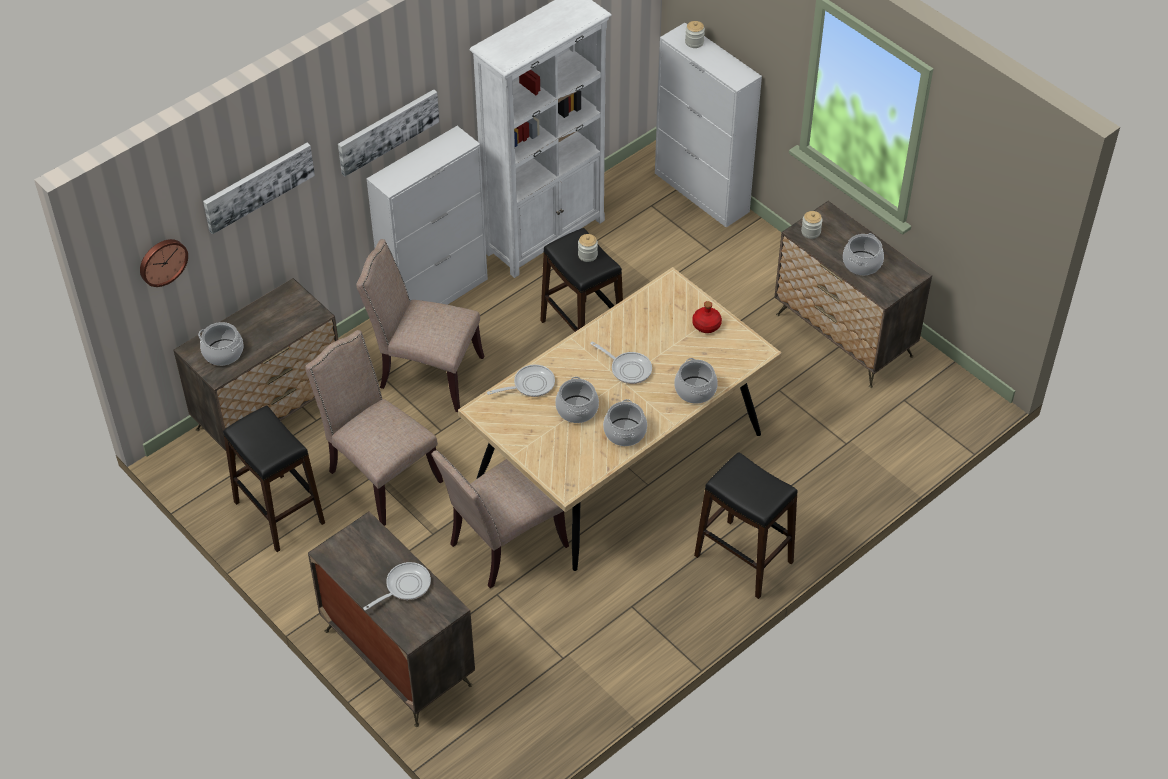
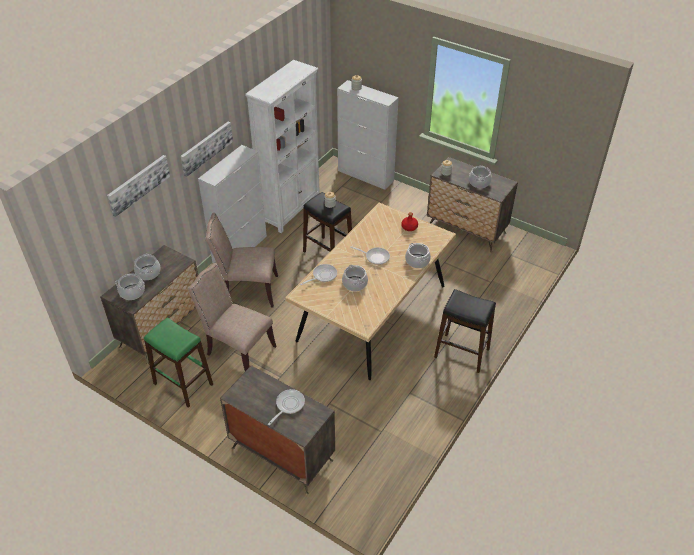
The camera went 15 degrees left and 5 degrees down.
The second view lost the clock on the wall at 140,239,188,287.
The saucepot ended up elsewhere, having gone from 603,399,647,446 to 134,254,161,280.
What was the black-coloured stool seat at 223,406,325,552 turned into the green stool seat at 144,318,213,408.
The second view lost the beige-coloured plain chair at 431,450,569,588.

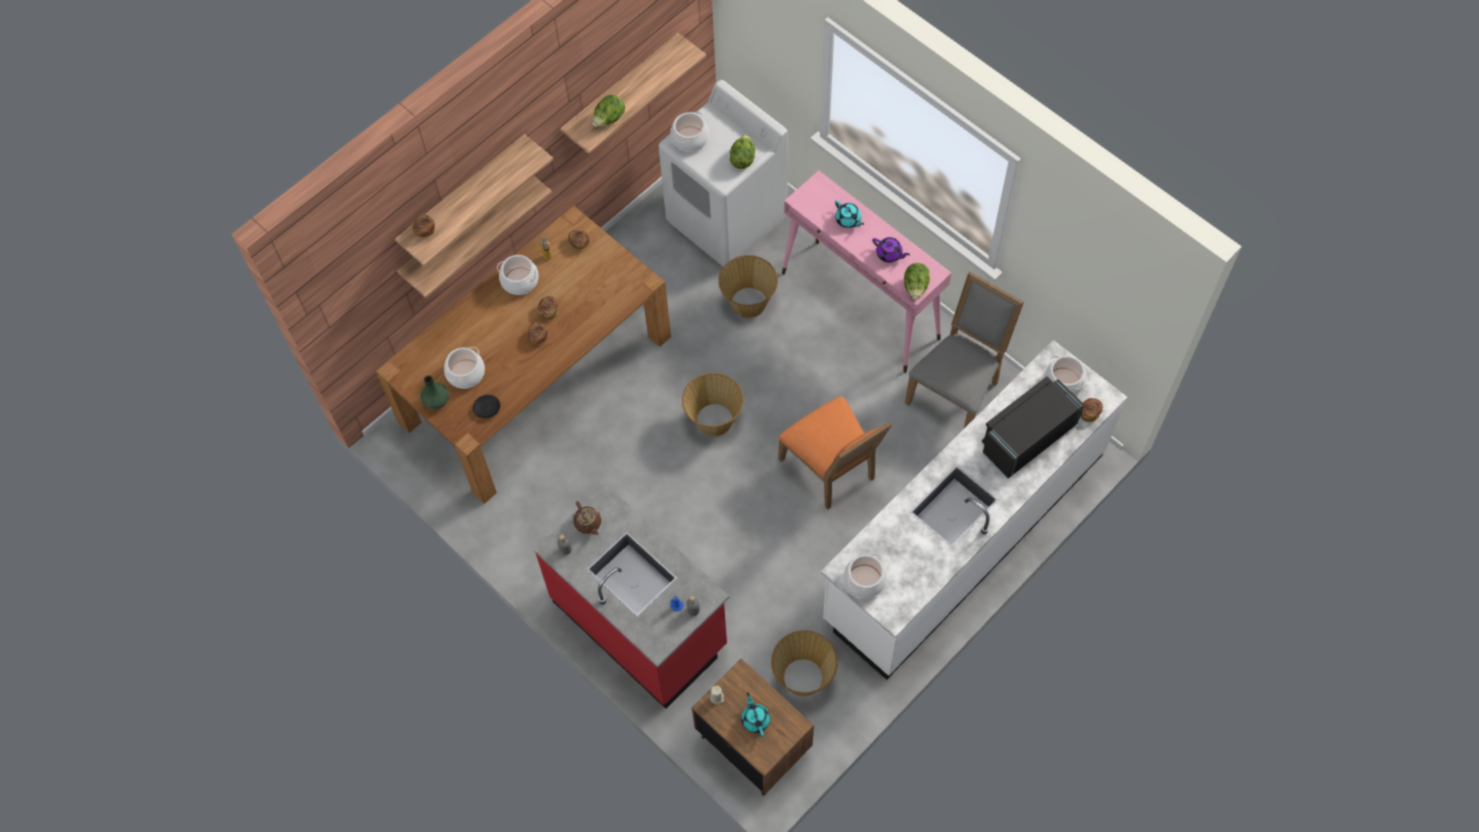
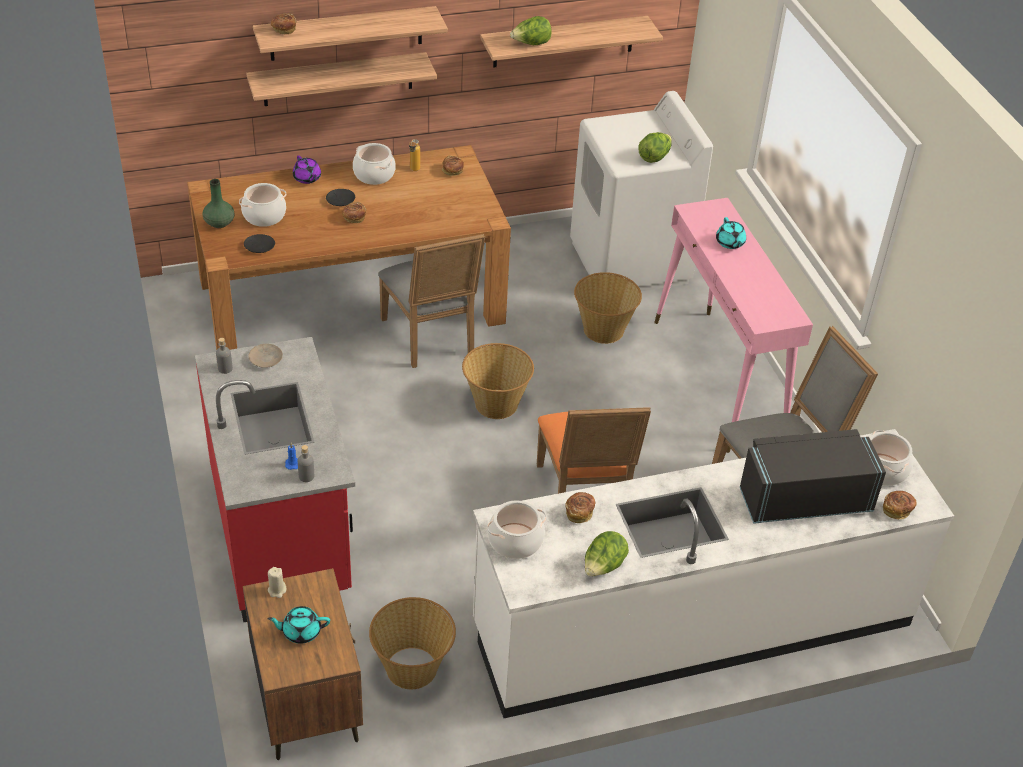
The camera went 25 degrees right and 20 degrees down.
The second view lost the saucepot at 671,112,709,152.
The purple teapot ended up elsewhere, having gone from 872,237,910,263 to 293,155,321,184.
The lettuce ended up elsewhere, having gone from 904,263,930,300 to 585,531,629,577.
The bakery bread ended up elsewhere, having gone from 538,296,559,320 to 565,492,595,523.
Where the brownish teapot stood at 573,501,601,535, the beige-coloured plate came to stand at 248,344,283,368.
The blue-green teapot at 741,692,770,737 ended up facing another way, 105 degrees counterclockwise from before.
The second view gained the black-coloured plate at 326,189,355,206.
The second view gained the gray plain chair at 378,234,485,368.

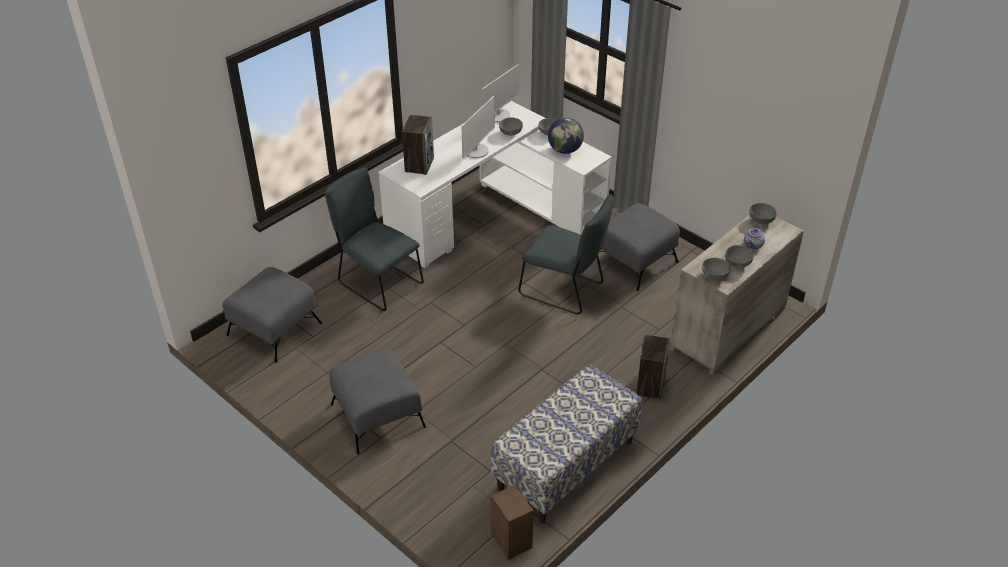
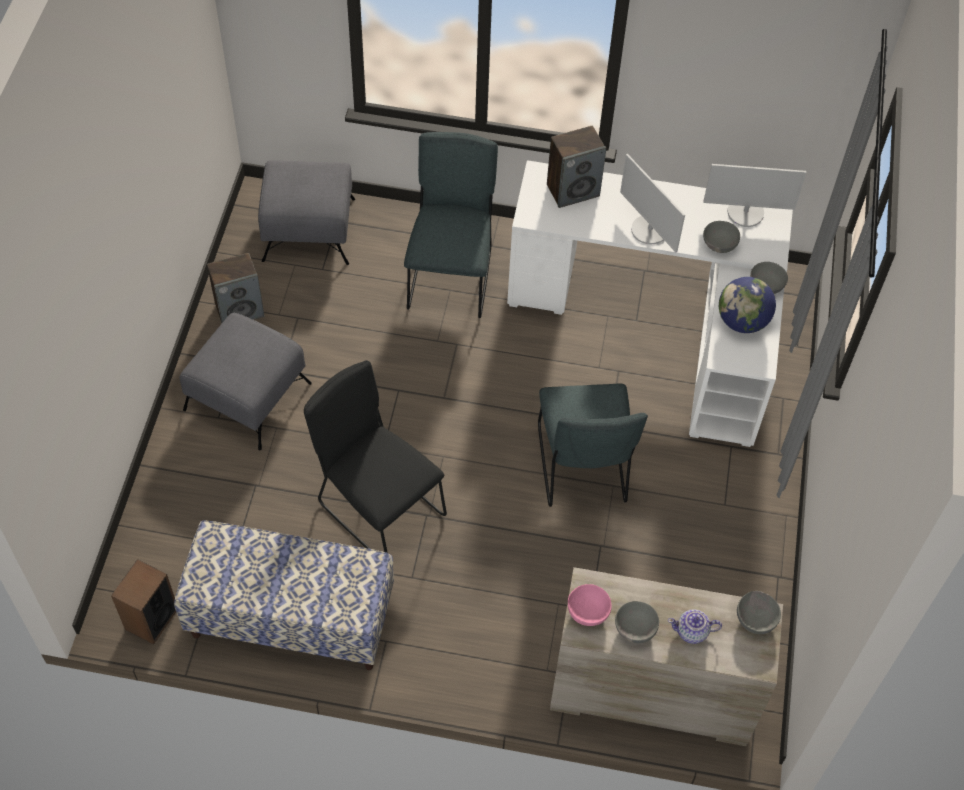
The camera went 55 degrees right and 15 degrees up.
The computer display at 461,96,495,158 ended up facing another way, 60 degrees clockwise from before.
The second view lost the gray footrest at 600,203,680,291.
What was the gray bowl at 702,258,731,280 turned into the pinkish bowl at 568,584,612,626.
The audio speaker ended up elsewhere, having gone from 636,335,670,400 to 207,253,264,323.
The second view gained the black-coloured plain chair at 304,360,447,553.

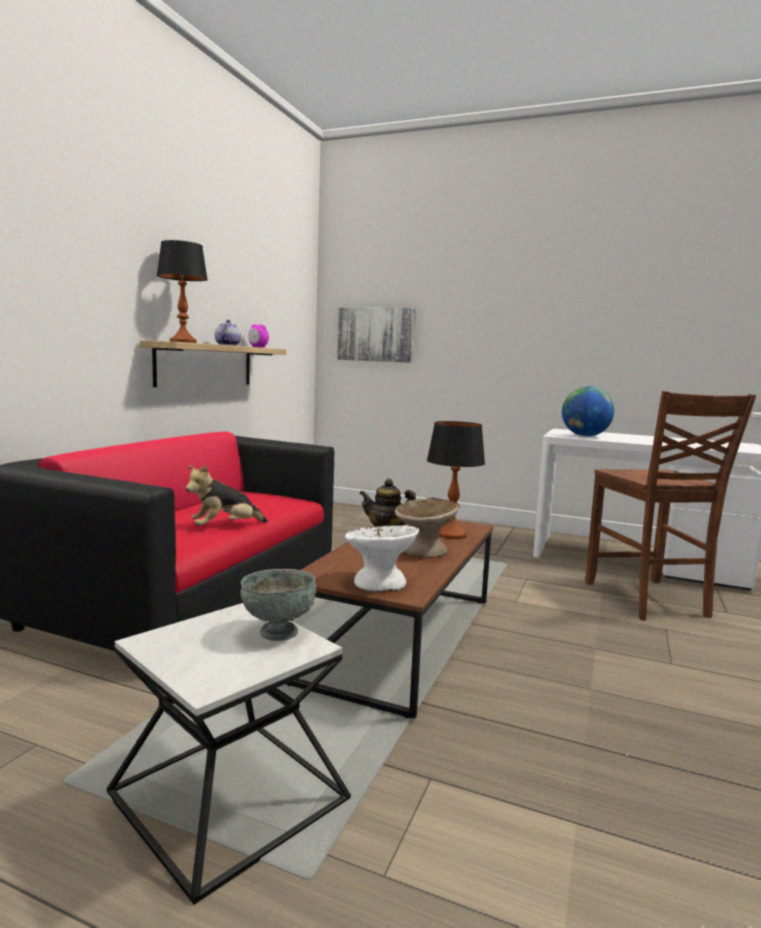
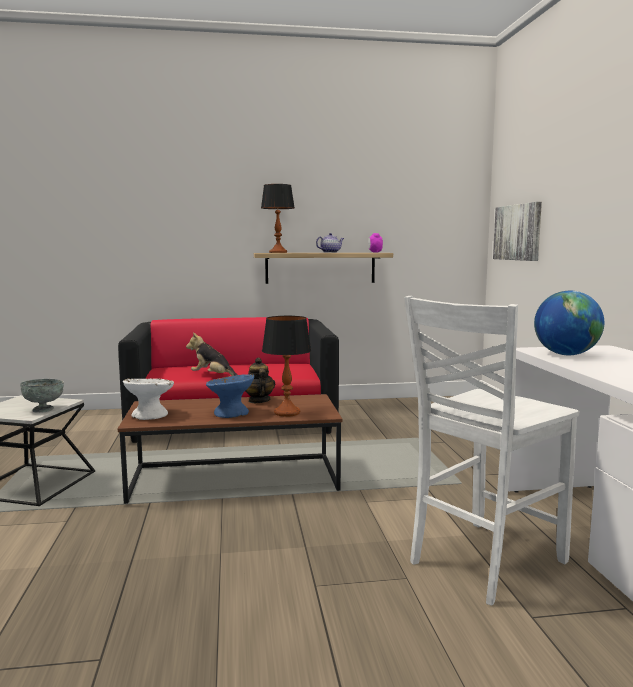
The camera went 60 degrees right and 0 degrees up.
What was the brownish plain chair at 585,391,756,621 turned into the whitish plain chair at 404,296,579,606.
What was the beige-coloured bowl at 395,497,458,558 turned into the bluish bowl at 206,374,254,418.

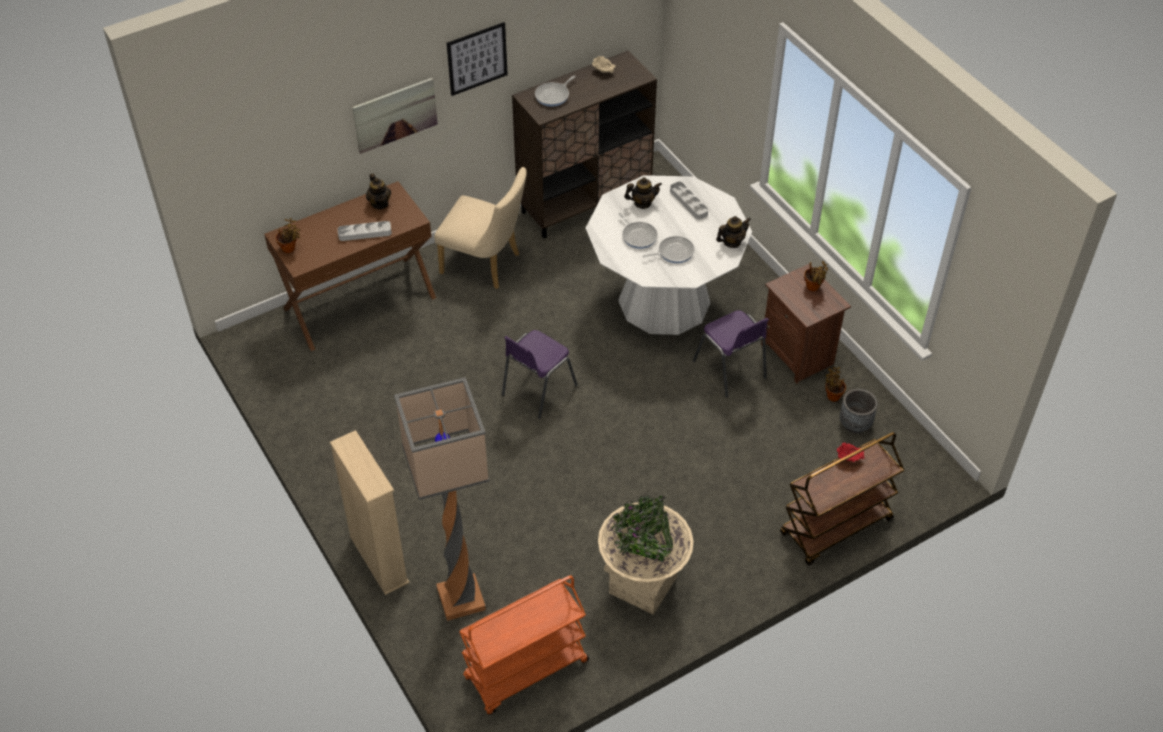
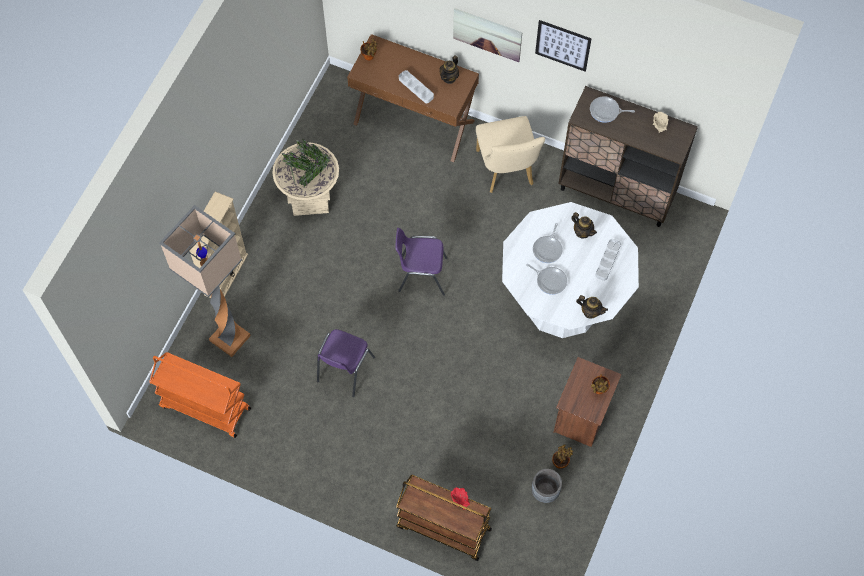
The camera went 55 degrees right and 15 degrees up.
The purple plain chair ended up elsewhere, having gone from 693,310,769,398 to 317,329,375,397.
The beige-coloured plant pot ended up elsewhere, having gone from 598,496,693,615 to 272,139,339,216.

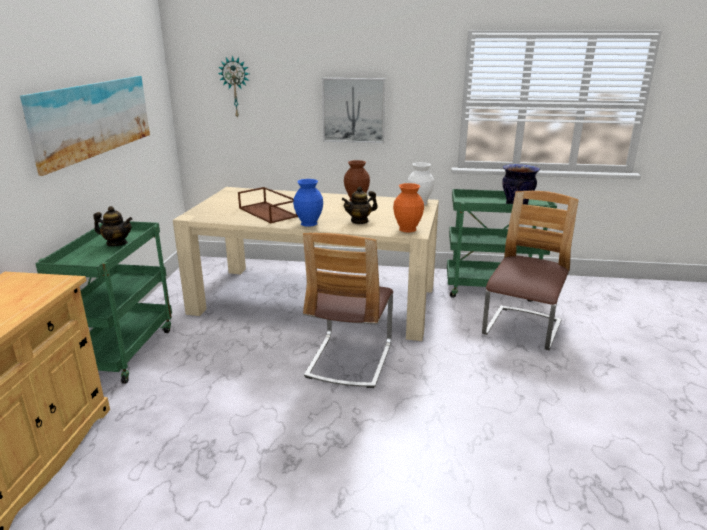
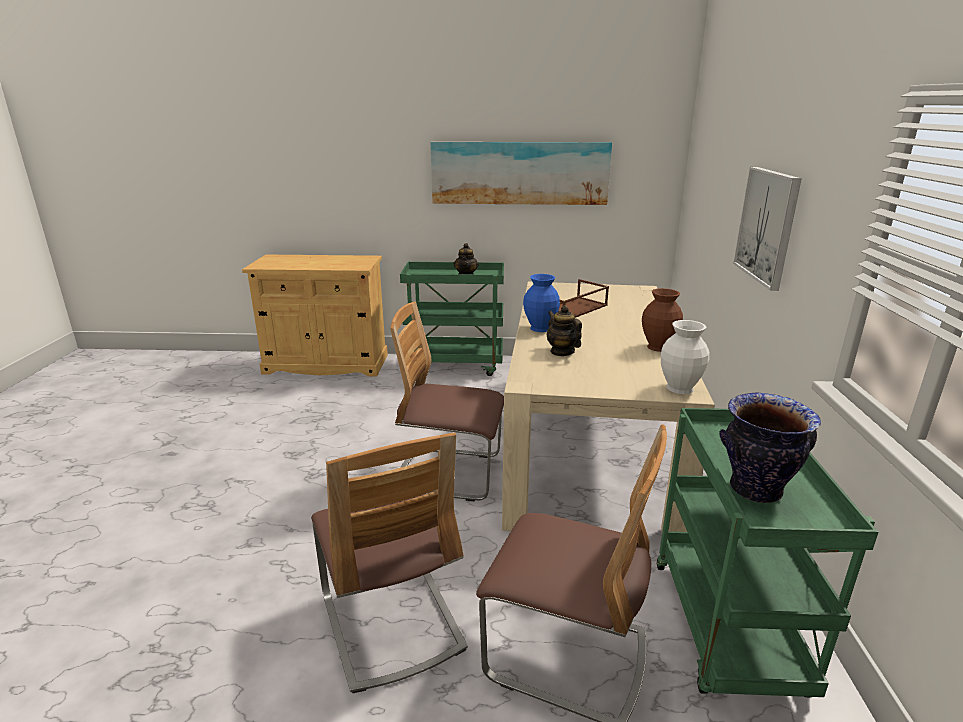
The camera went 85 degrees right and 0 degrees up.
The second view lost the clock on the wall at 218,56,249,119.
The second view lost the orangey vase at 393,183,424,232.
The second view gained the plain chair at 311,433,468,693.

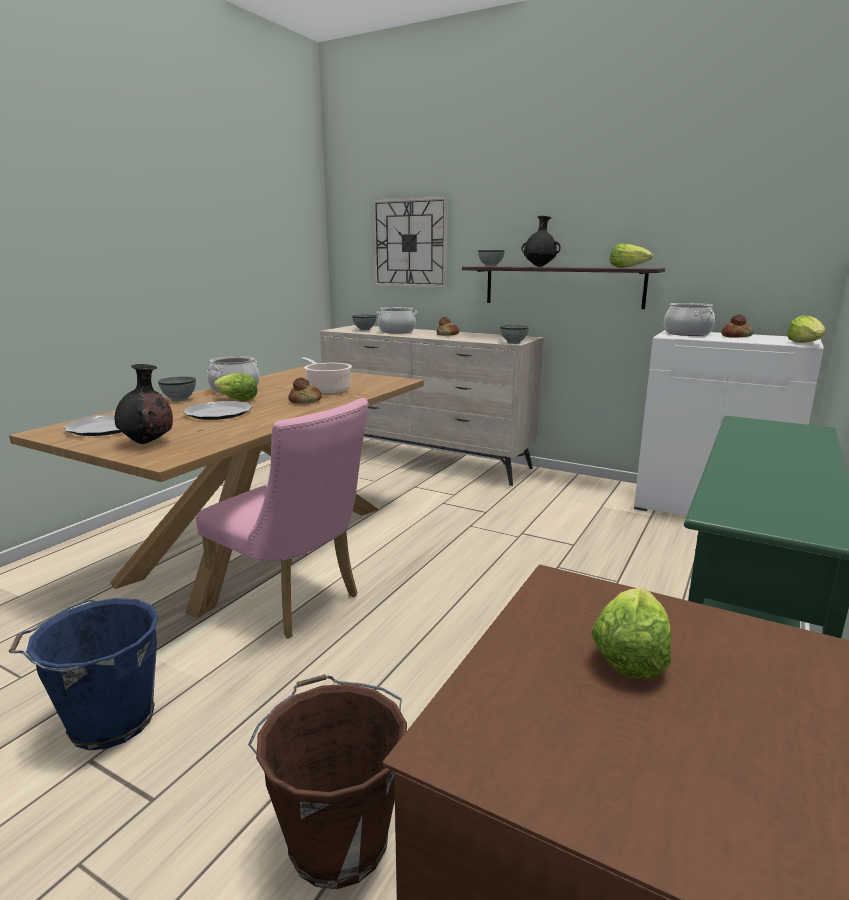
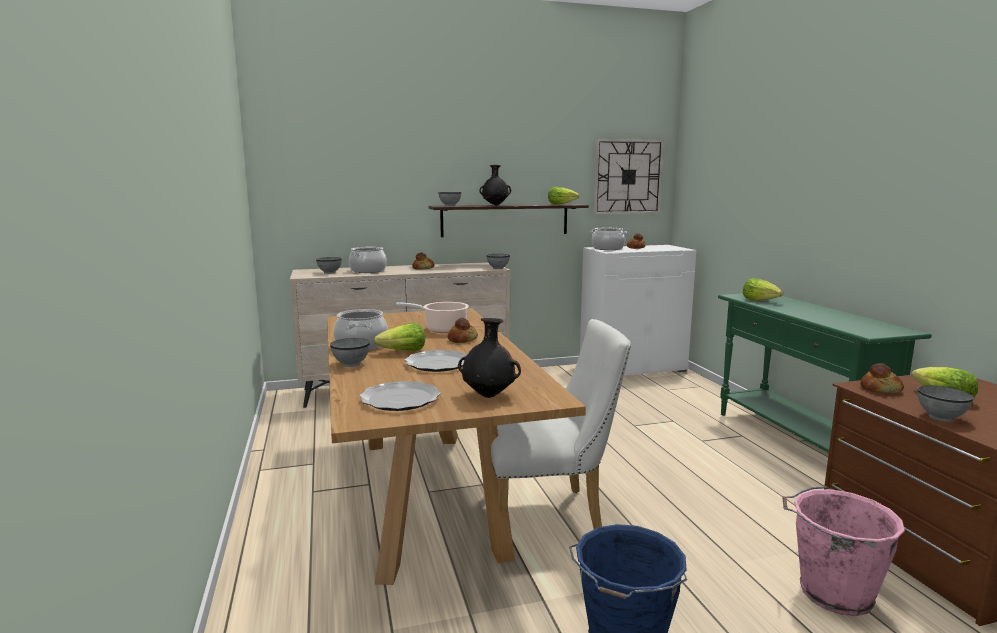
The camera went 45 degrees left and 5 degrees down.
The clock on the wall ended up elsewhere, having gone from 372,196,448,288 to 593,138,664,215.
The lettuce ended up elsewhere, having gone from 787,315,826,343 to 743,278,783,301.
What was the pinkish plain chair at 196,398,369,638 turned into the whitish plain chair at 484,319,631,529.
What was the brownish pail at 248,674,407,889 turned into the pinkish pail at 782,487,905,616.
The second view gained the bakery bread at 860,363,904,394.
The second view gained the gray bowl at 917,385,974,422.

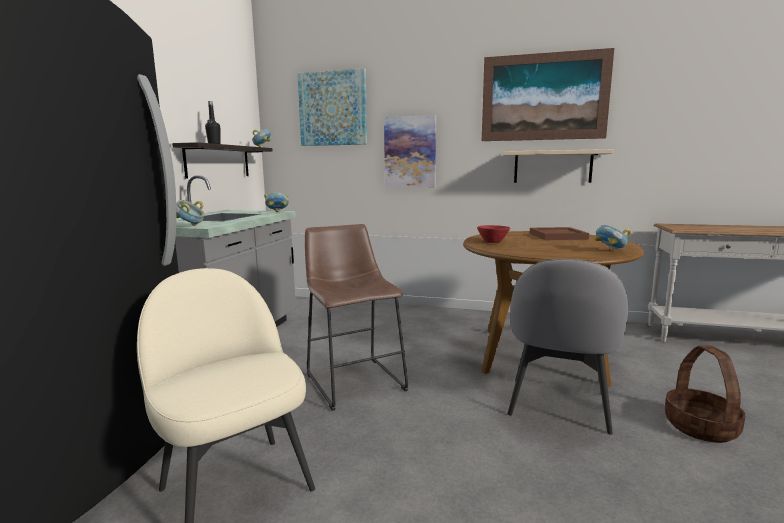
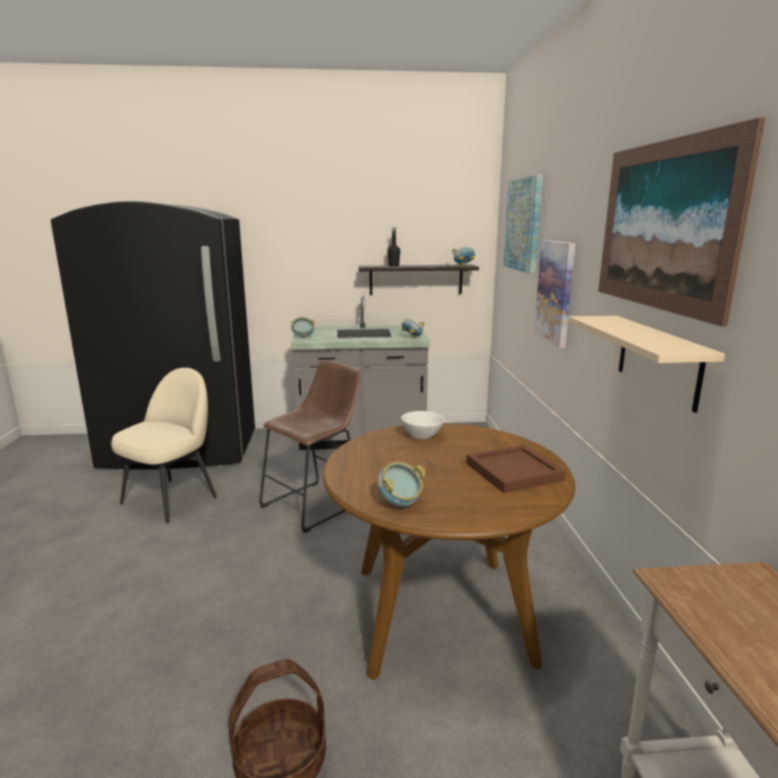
The camera went 70 degrees right and 5 degrees up.
What was the red-coloured bowl at 477,225,510,243 turned into the whitish bowl at 401,411,444,440.
The second view lost the gray plain chair at 507,259,628,435.

